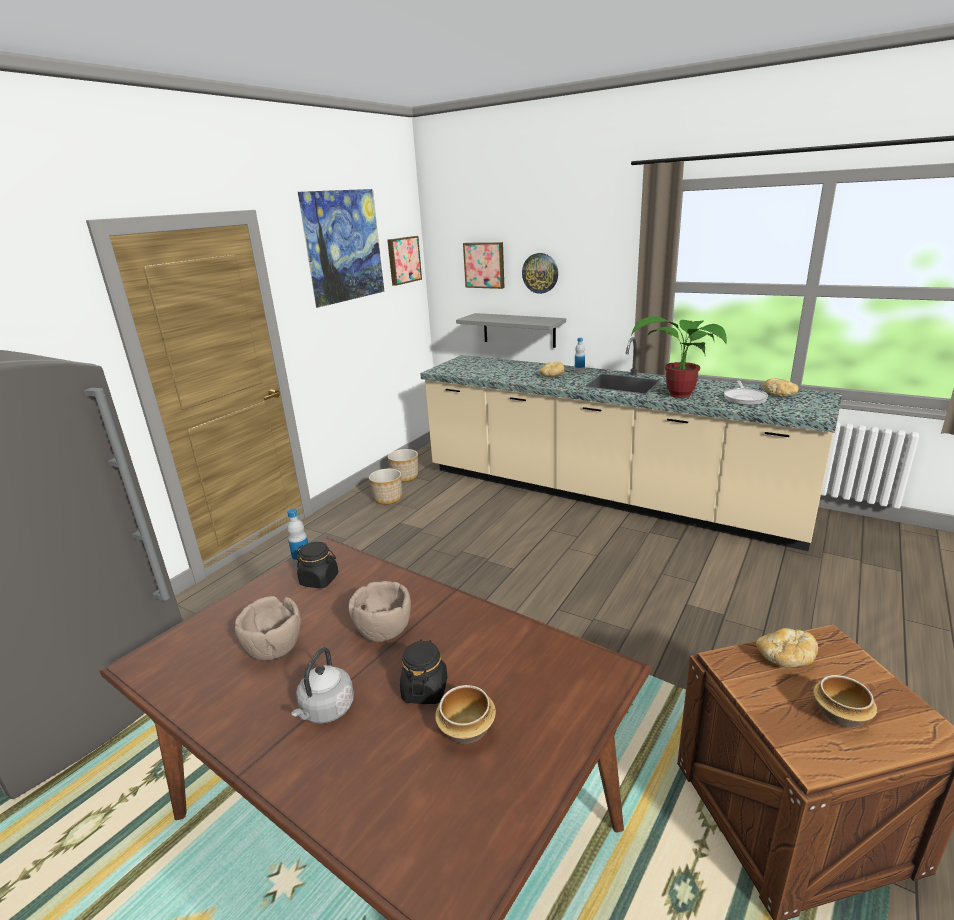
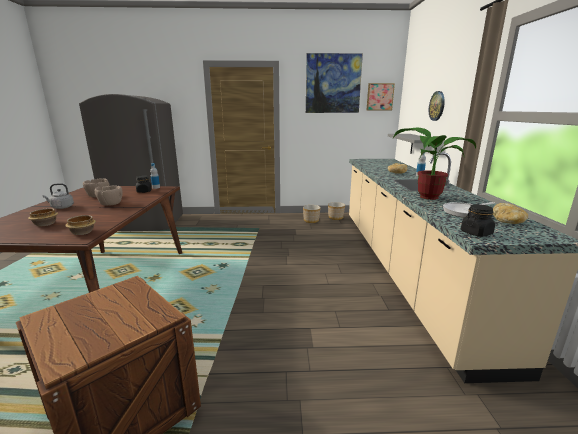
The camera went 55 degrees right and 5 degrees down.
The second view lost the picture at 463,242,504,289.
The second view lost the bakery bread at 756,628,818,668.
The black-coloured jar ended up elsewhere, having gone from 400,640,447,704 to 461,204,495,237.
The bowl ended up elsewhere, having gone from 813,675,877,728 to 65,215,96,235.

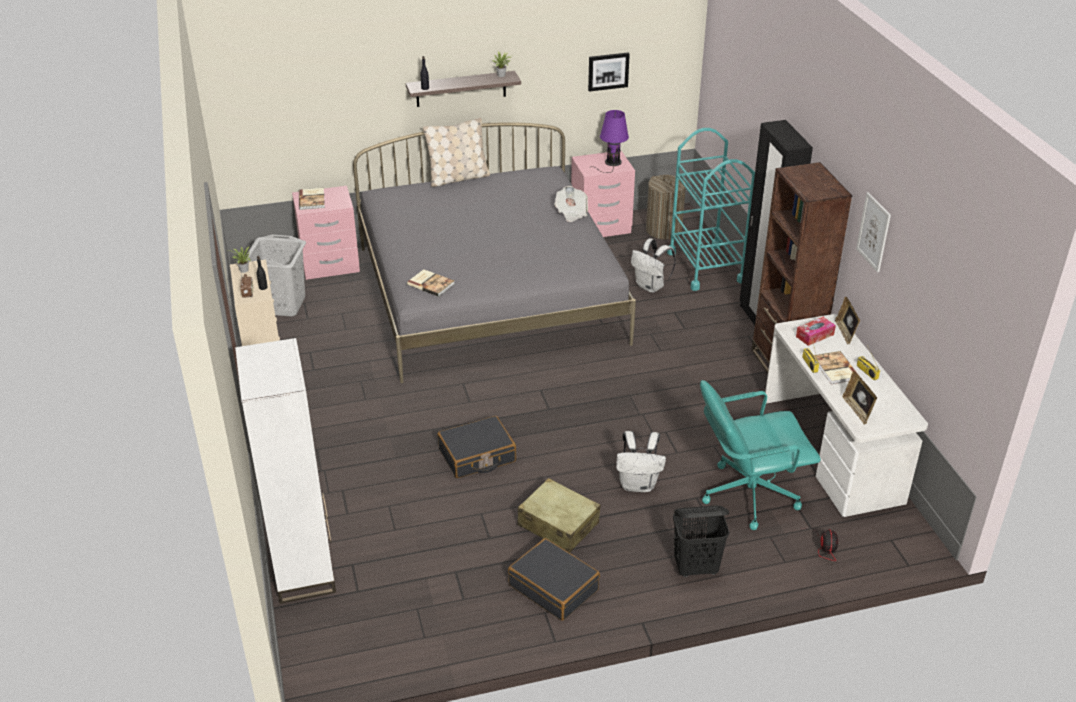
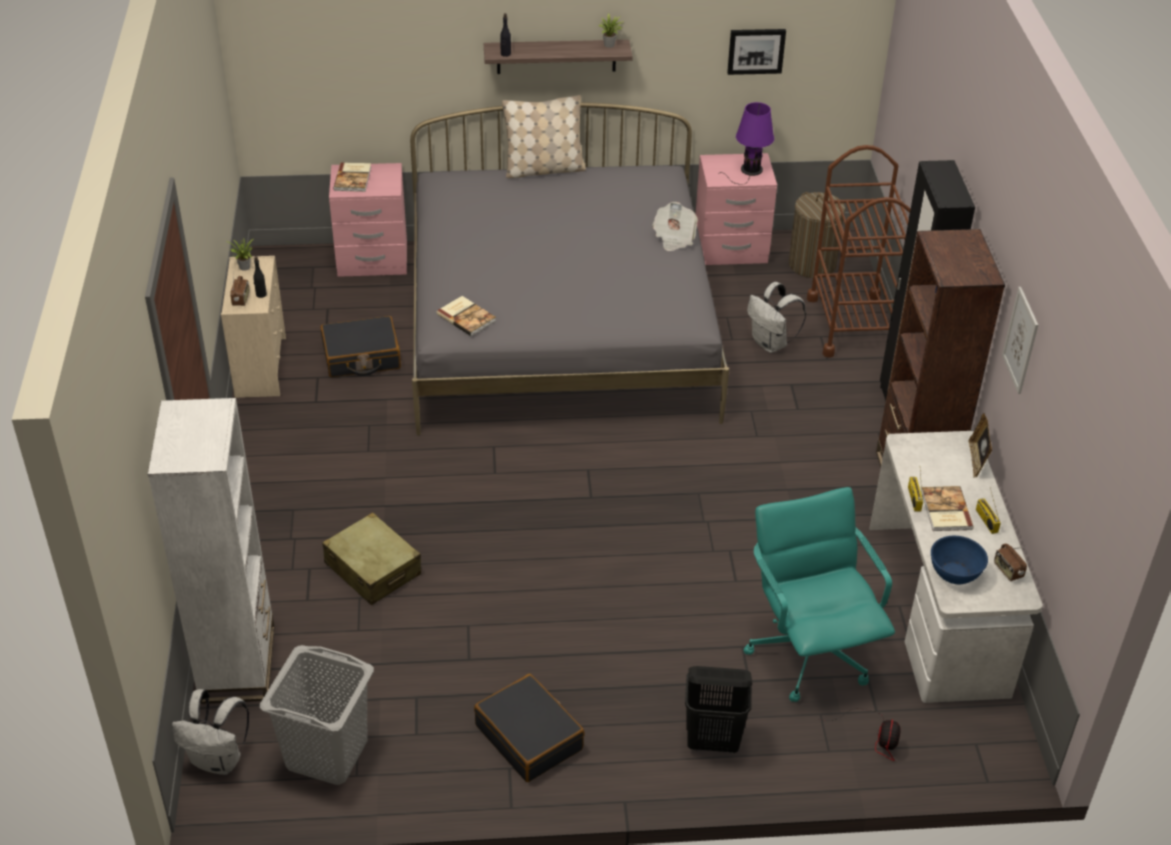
The camera went 10 degrees right and 5 degrees up.
What was the blue-green cart at 667,128,755,291 turned into the brownish cart at 807,145,910,358.
The gray washing basket ended up elsewhere, having gone from 245,235,306,317 to 260,645,374,785.
The second view lost the box of tissues at 796,317,836,346.
Where the standing frame stood at 843,371,877,425, the bluish bowl came to stand at 931,536,988,584.
The blue-green desk chair at 700,380,821,530 ended up facing another way, 75 degrees clockwise from before.
The black-coloured suitcase ended up elsewhere, having gone from 437,416,516,478 to 321,316,401,377.
The whitish backpack ended up elsewhere, having gone from 616,431,666,492 to 172,689,249,775.
The beige-coloured suitcase ended up elsewhere, having gone from 517,478,601,553 to 322,512,421,605.
The second view gained the radio at 994,543,1027,581.

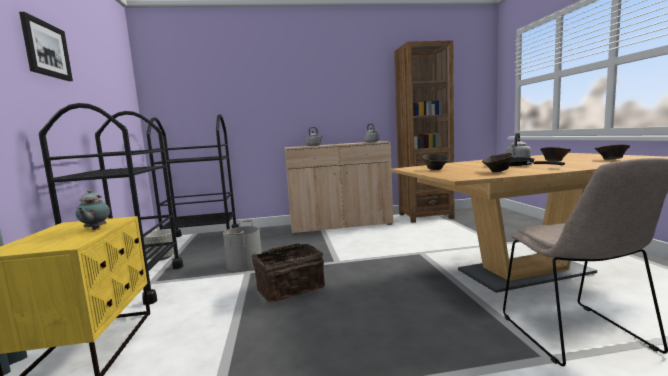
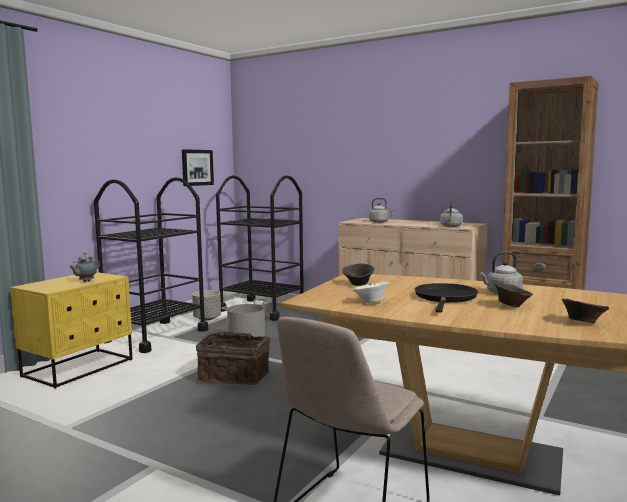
The camera went 40 degrees right and 0 degrees up.
The picture ended up elsewhere, having gone from 19,12,73,81 to 182,149,214,186.
What was the brownish bowl at 482,153,513,172 turned into the whitish bowl at 353,281,389,303.

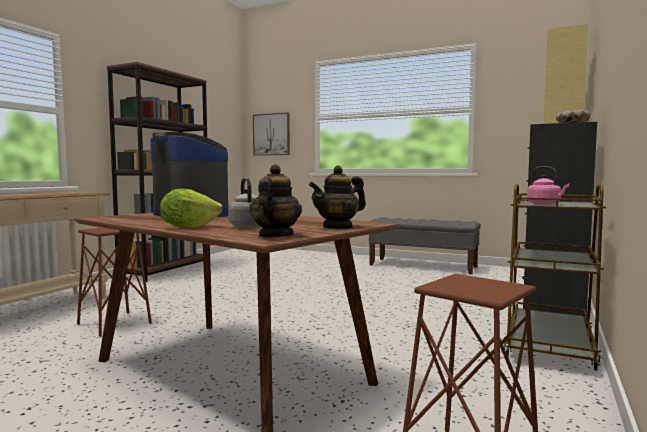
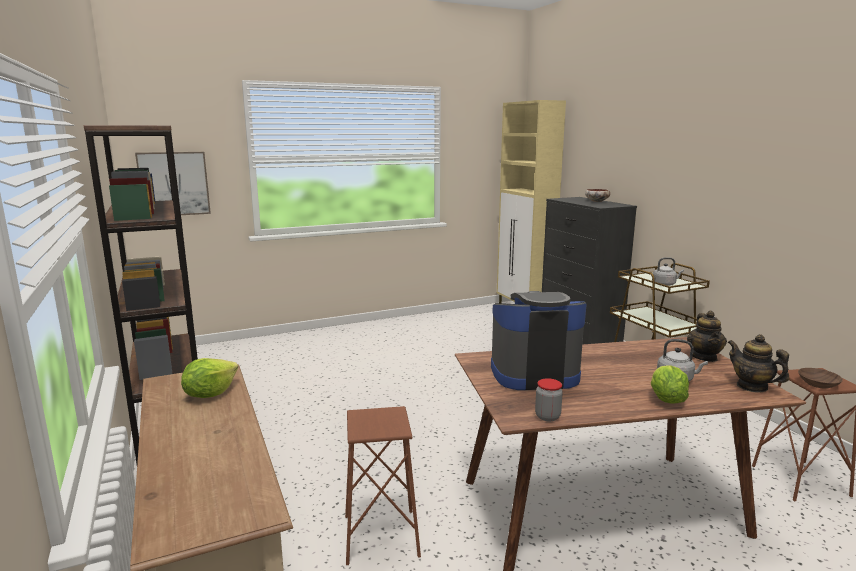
The camera went 50 degrees left and 10 degrees up.
What was the pinkish water kettle at 527,166,569,205 turned into the gray water kettle at 653,257,684,286.
The second view lost the gray bench at 369,217,481,275.
The second view gained the lettuce at 181,358,238,398.
The second view gained the brownish bowl at 798,368,843,389.
The second view gained the jar at 535,378,563,421.

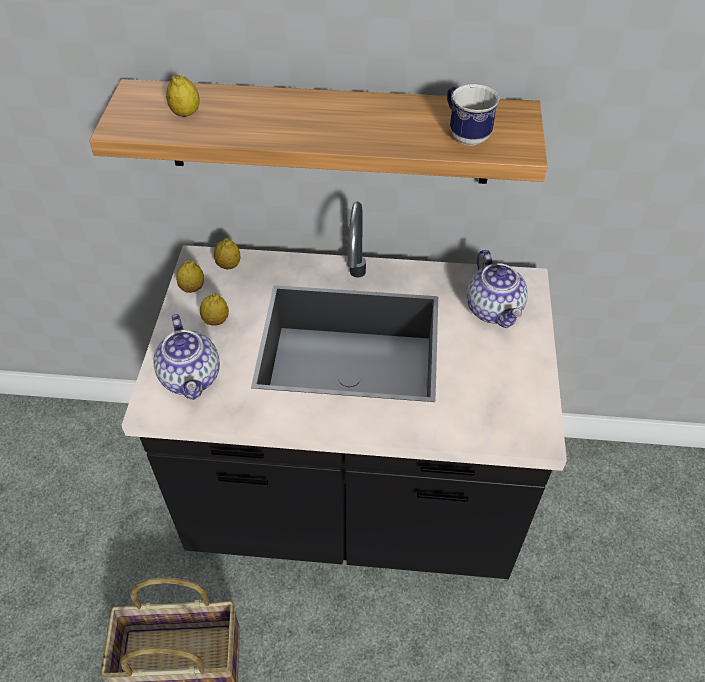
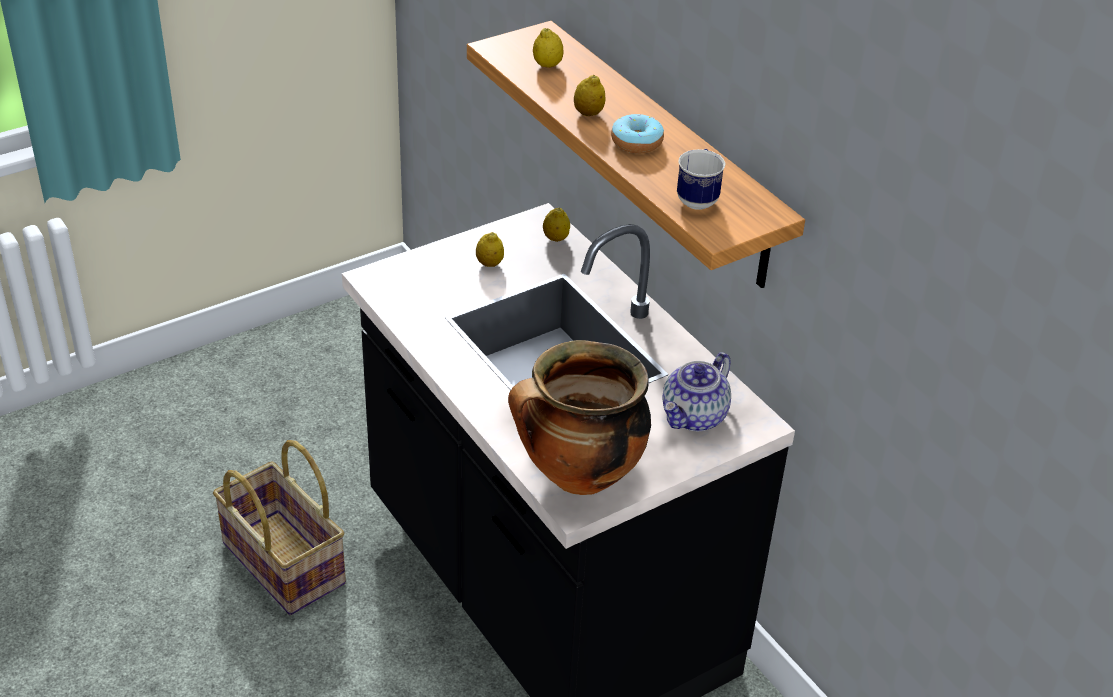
The camera went 50 degrees right and 10 degrees down.
The lemon ended up elsewhere, having gone from 176,260,204,293 to 574,75,605,116.
The second view lost the teapot at 153,314,220,400.
The second view gained the ring doughnut at 611,114,664,154.
The second view gained the saucepot at 508,340,651,495.

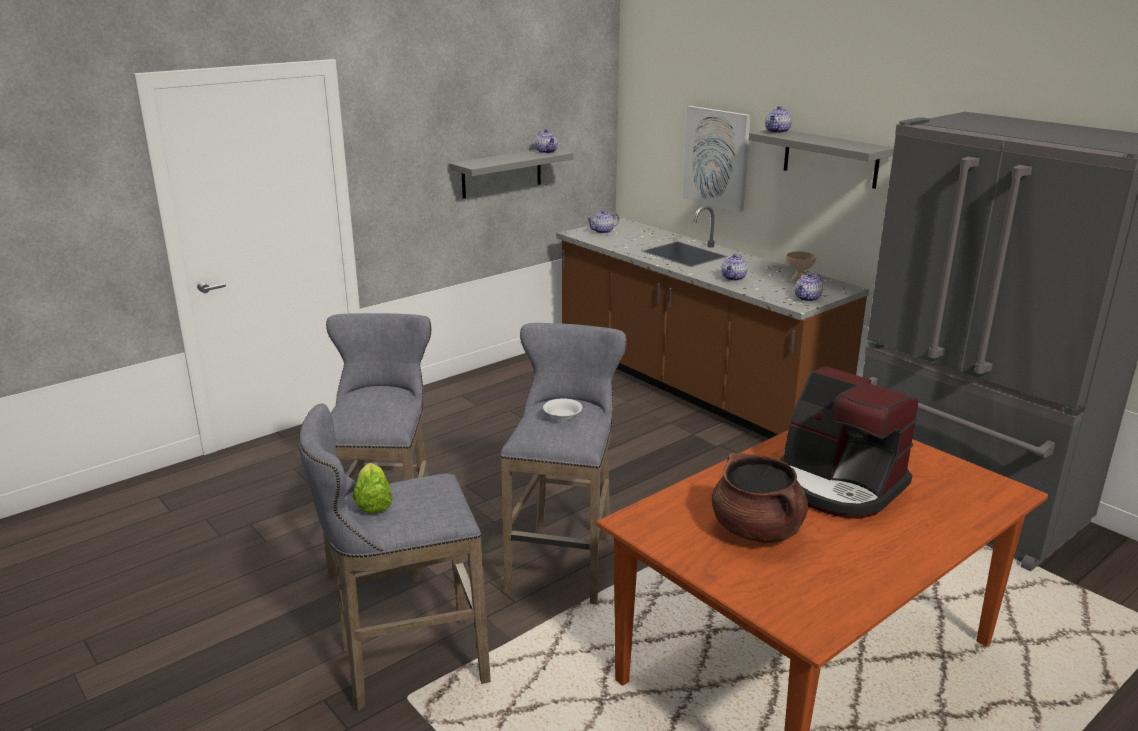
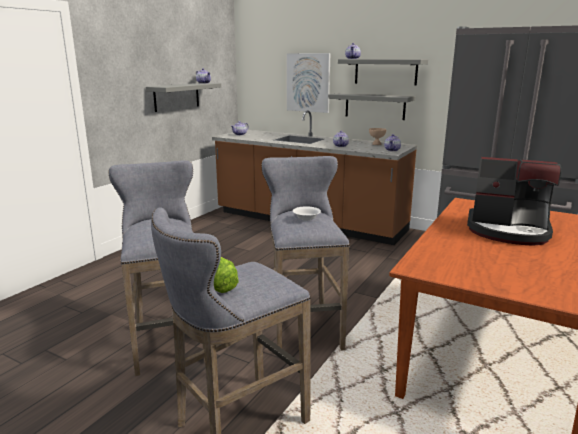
The camera went 20 degrees left and 5 degrees down.
The second view lost the brownish saucepot at 712,453,808,543.
The second view gained the gray wall shelf at 329,93,416,120.

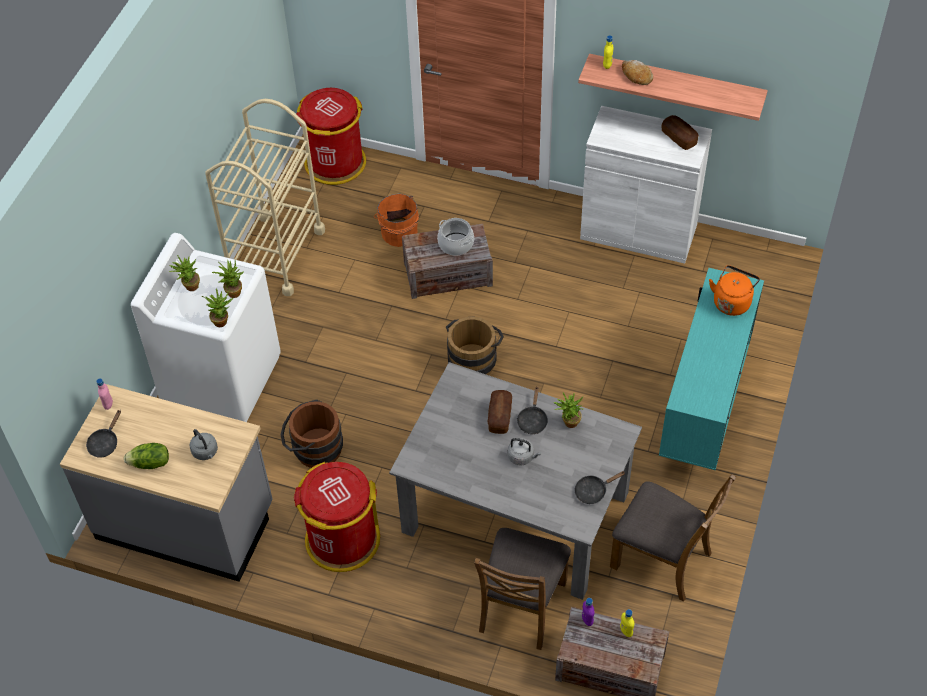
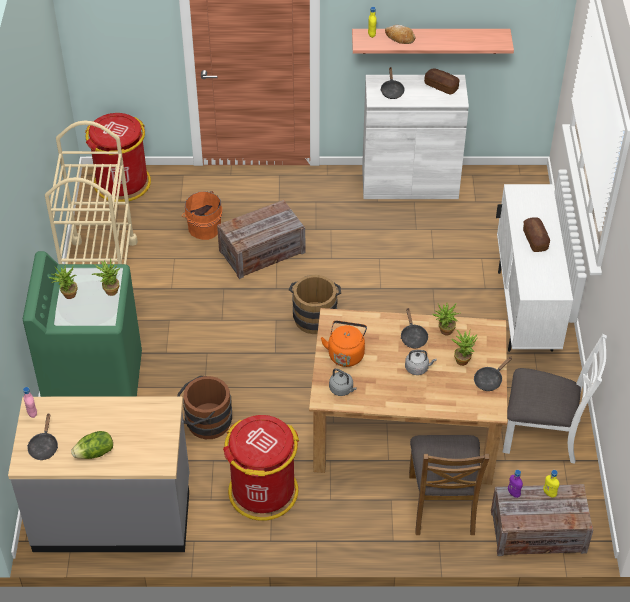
The camera went 20 degrees left and 5 degrees down.
The second view lost the saucepot at 437,218,474,256.
What was the whitish washing machine at 131,233,281,422 turned into the green washing machine at 23,251,142,397.
The orangey water kettle ended up elsewhere, having gone from 709,265,760,316 to 321,321,367,367.
What was the blue-green cabinet at 659,268,764,470 turned into the whitish cabinet at 496,184,573,352.
The houseplant ended up elsewhere, having gone from 202,289,233,327 to 451,330,478,366.
What was the gray dinner table at 389,362,642,600 turned into the brownish dinner table at 309,308,507,485.
The bakery bread ended up elsewhere, having gone from 488,390,512,434 to 523,217,550,252.
The gray water kettle ended up elsewhere, having gone from 190,429,218,460 to 329,369,357,396.
What was the brownish plain chair at 610,474,736,602 turned into the whitish plain chair at 503,334,607,464.
The second view gained the black-coloured frying pan at 380,68,405,99.

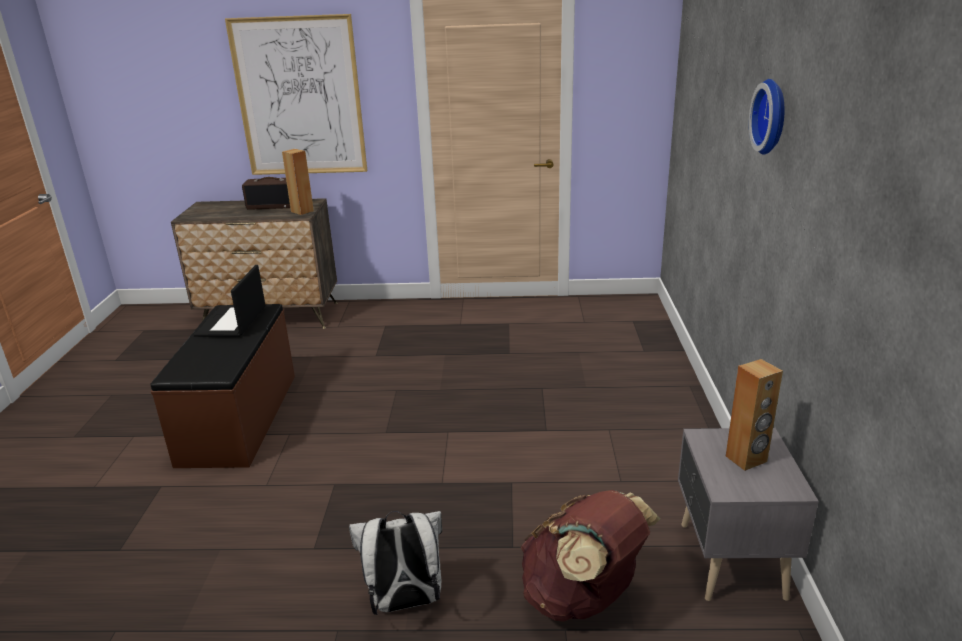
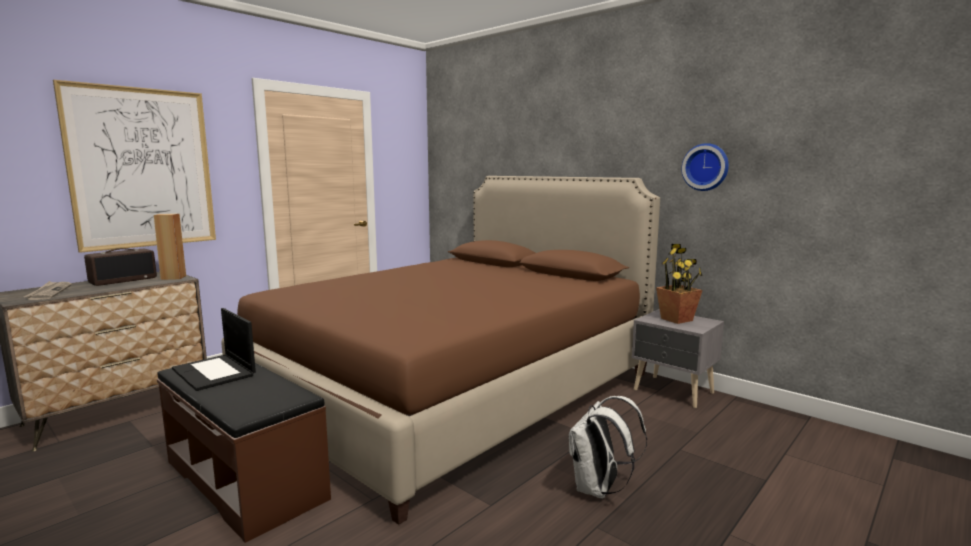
The camera went 50 degrees left and 15 degrees down.
The clock on the wall ended up elsewhere, having gone from 749,79,785,155 to 681,143,729,191.
Where the brownish audio speaker stood at 726,359,783,471, the houseplant came to stand at 656,244,703,324.
The second view lost the brownish backpack at 521,490,660,622.
The second view gained the brownish bedroom bed at 221,176,660,525.
The second view gained the newspaper at 24,281,72,300.

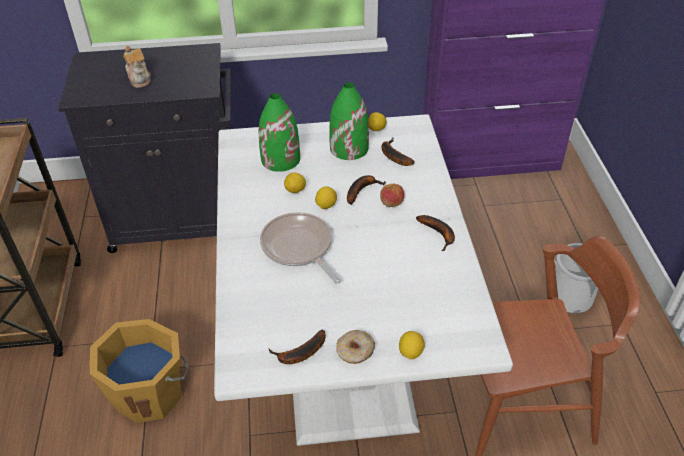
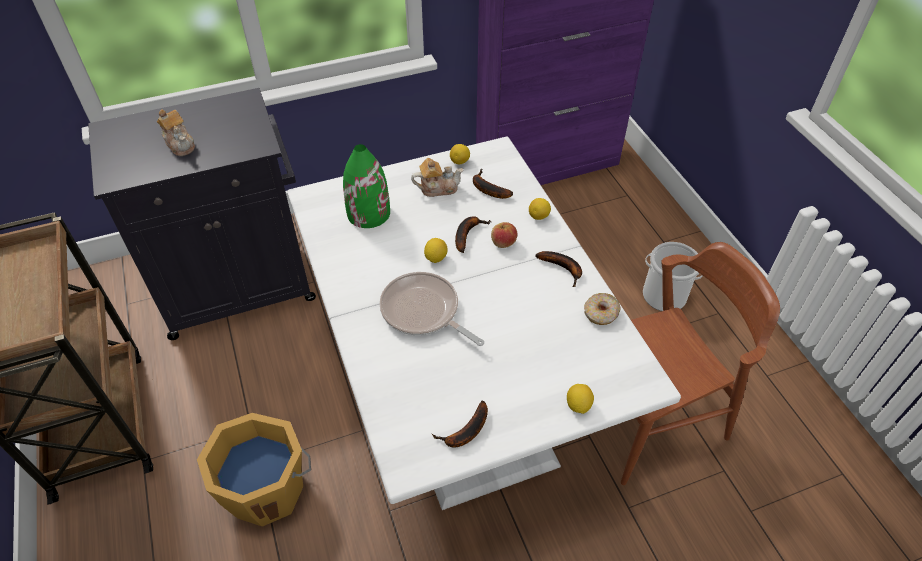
The camera went 15 degrees left and 5 degrees up.
Where the green vase stood at 329,83,369,160, the teapot came to stand at 411,158,464,197.
The lemon ended up elsewhere, having gone from 284,173,306,193 to 529,198,551,220.
The ring doughnut ended up elsewhere, having gone from 336,330,375,364 to 584,293,621,325.

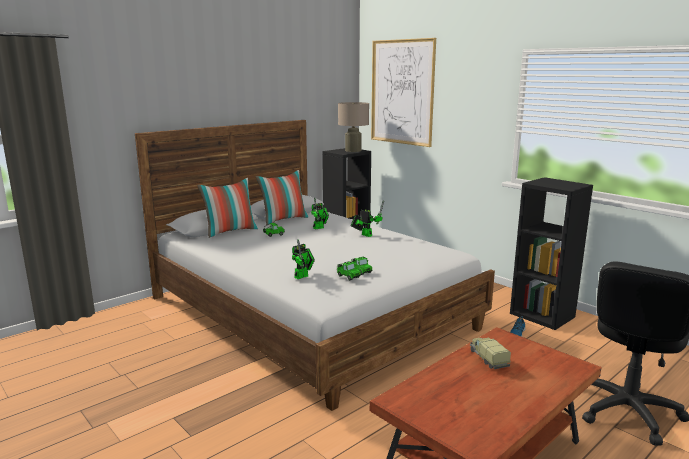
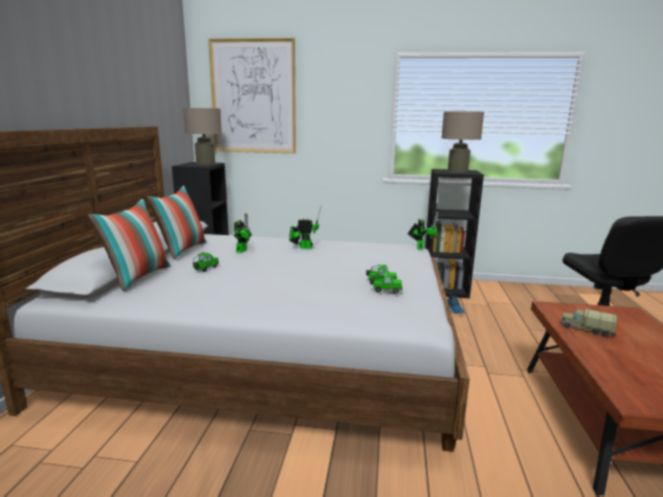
The camera went 40 degrees left and 0 degrees up.
The robot figure ended up elsewhere, having gone from 292,239,315,279 to 408,211,439,250.
The second view gained the beige-coloured lamp for a table at 442,112,484,173.

